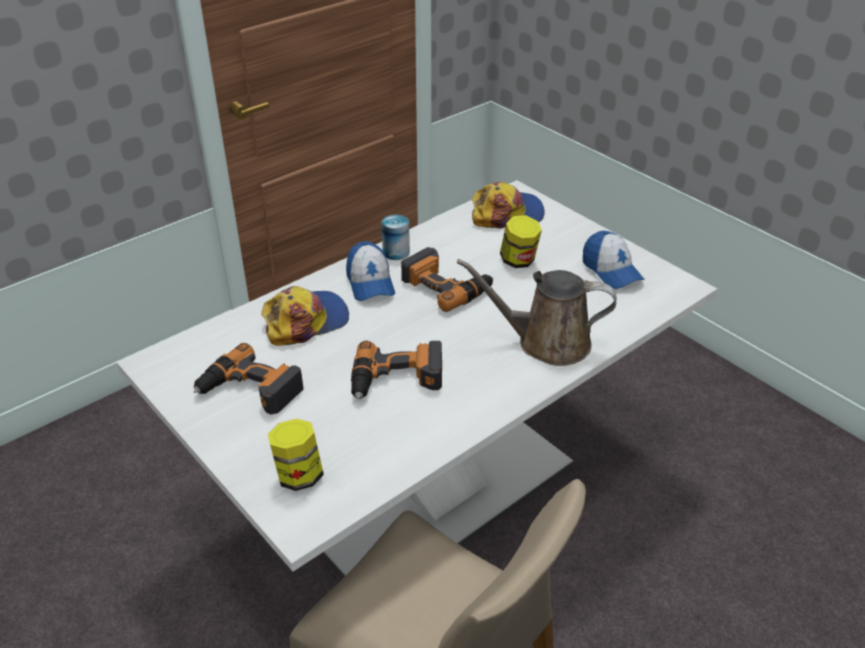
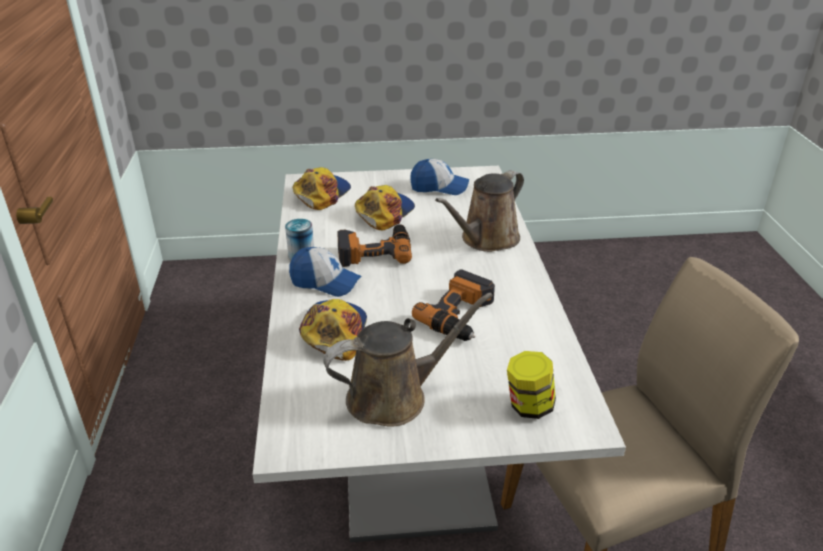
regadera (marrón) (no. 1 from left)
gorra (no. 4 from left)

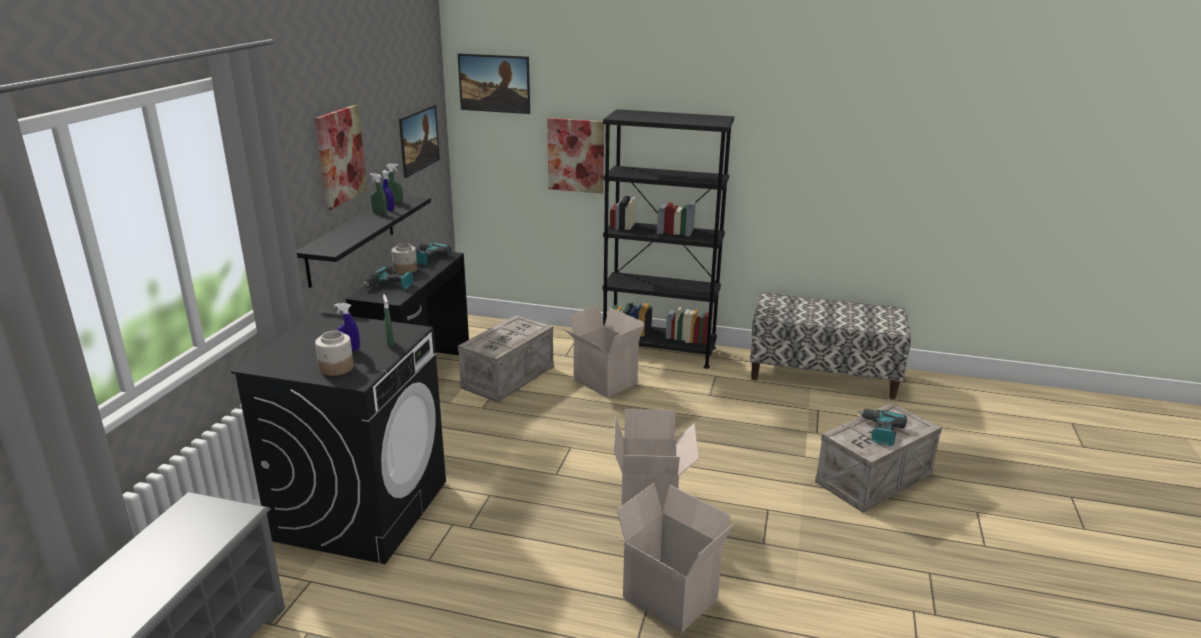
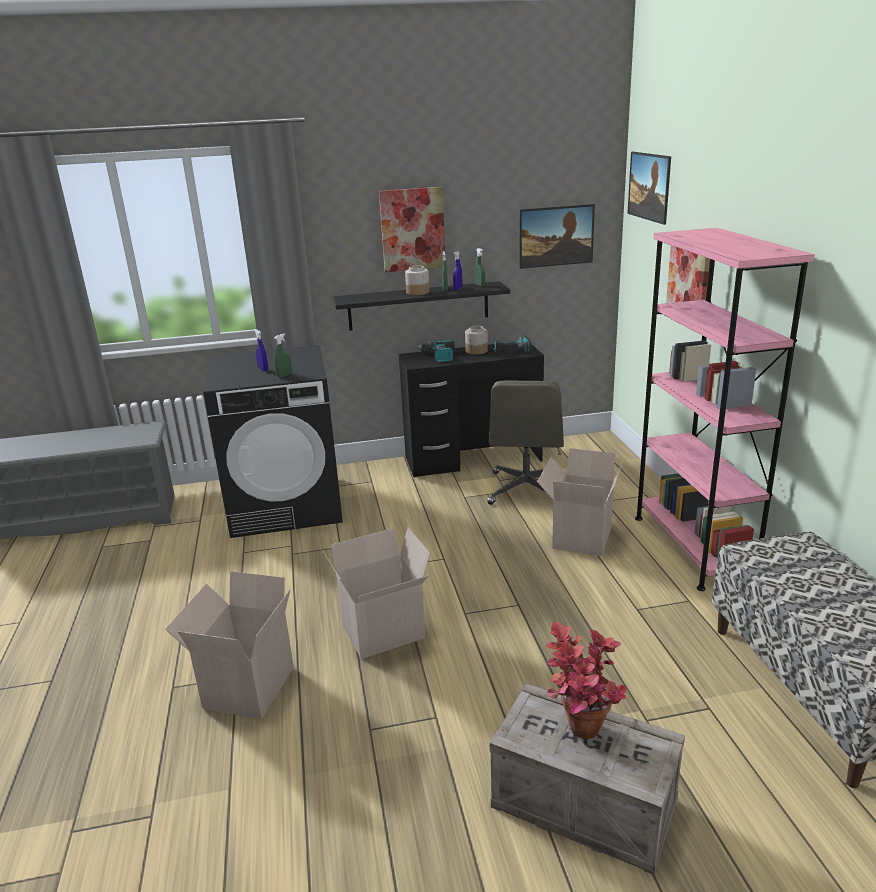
tarro (no. 1 from left)
silla de oficina (gris)
planta en maceta
estantería (rosa)

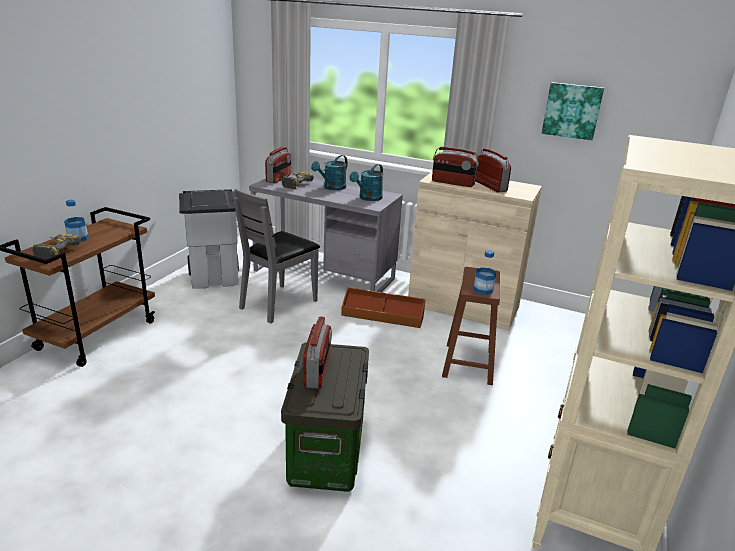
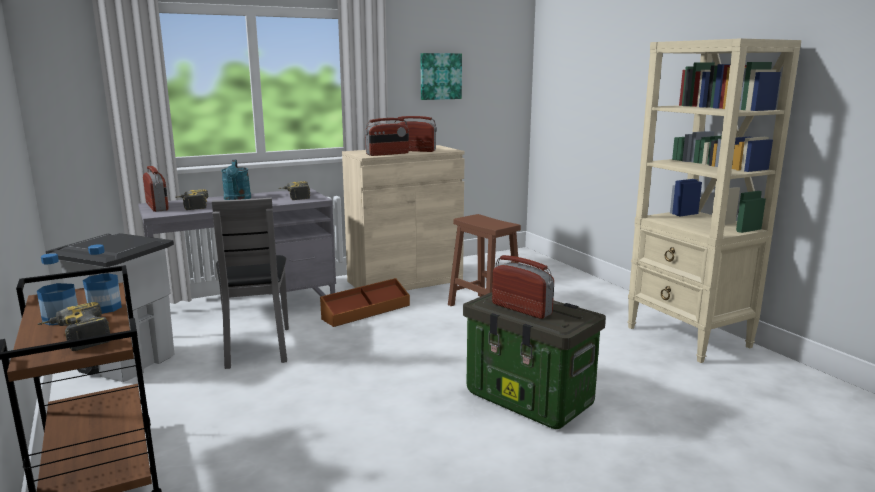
botella (no. 2 from left)
taladro (no. 3 from left)

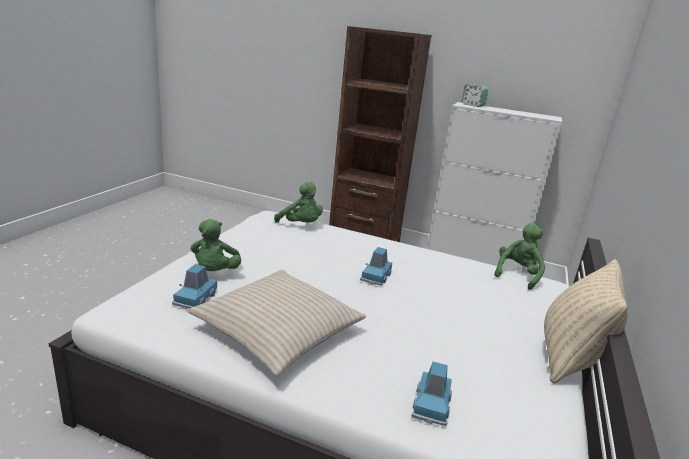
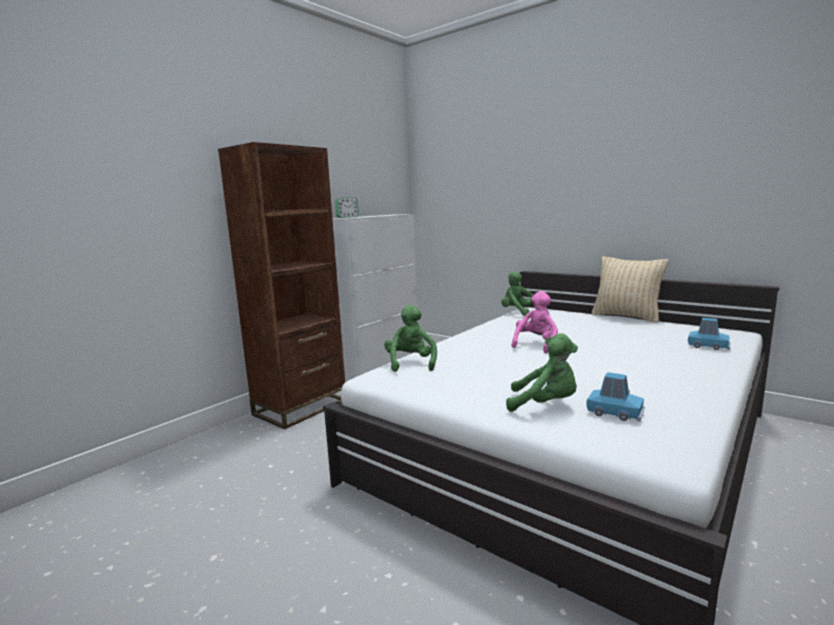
peluche (verde) (no. 1 from left)
peluche (rosa)
cojín (beis) (no. 1 from left in the first image)

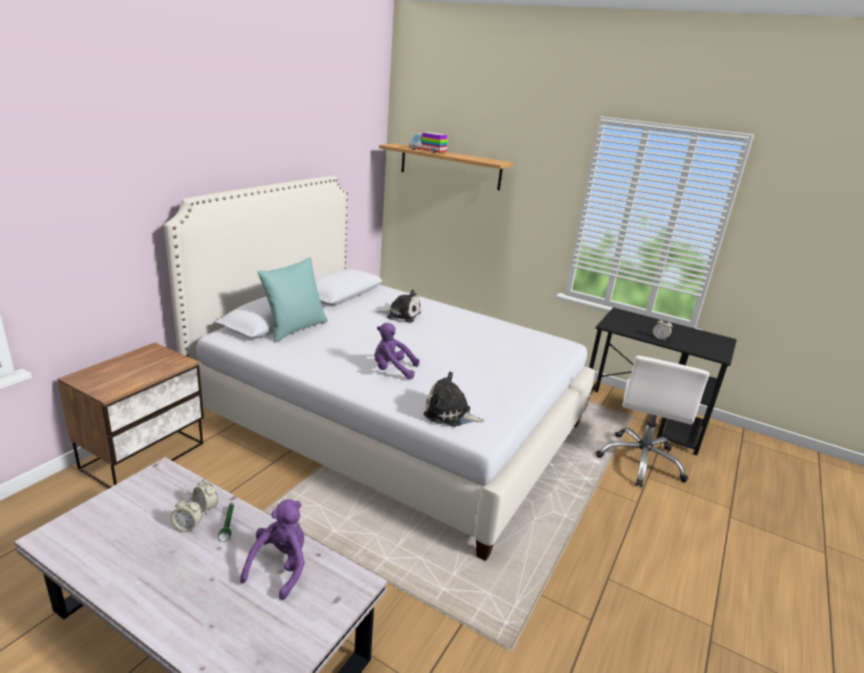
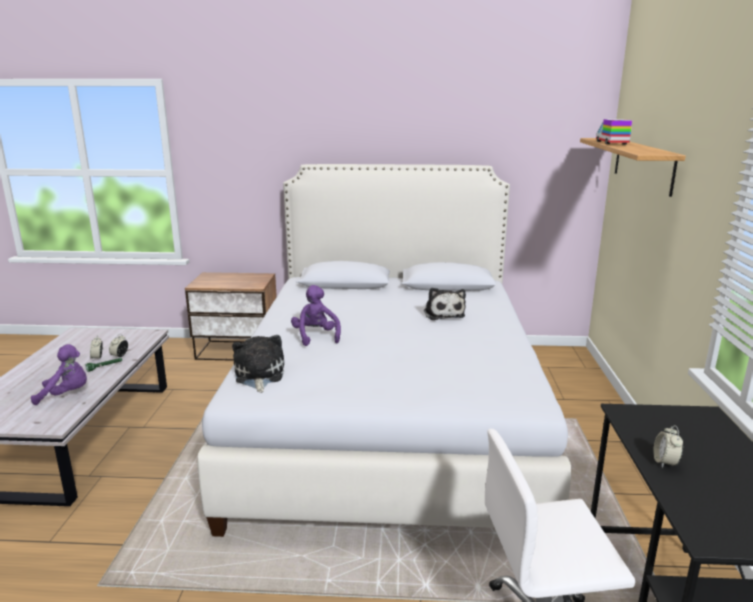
cojín (turquesa)

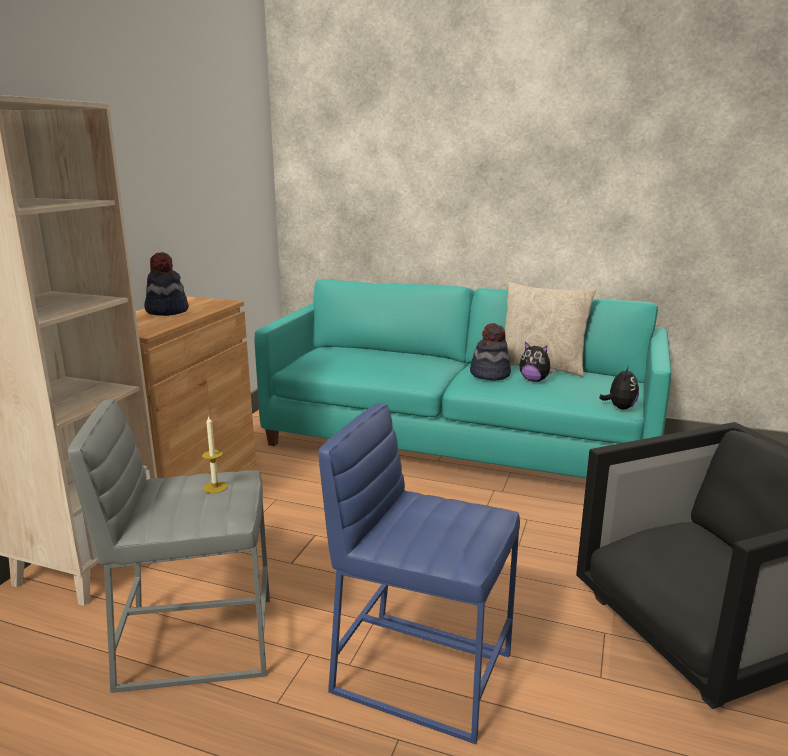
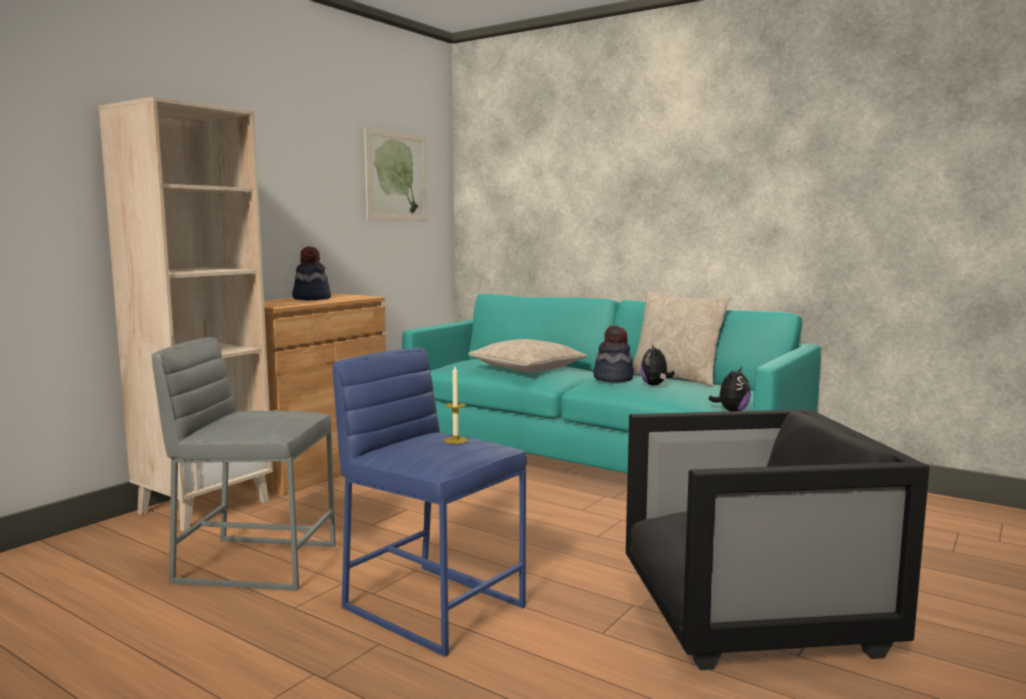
cuadro
vela
cojín (beis) (no. 1 from left)
peluche (no. 1 from left)

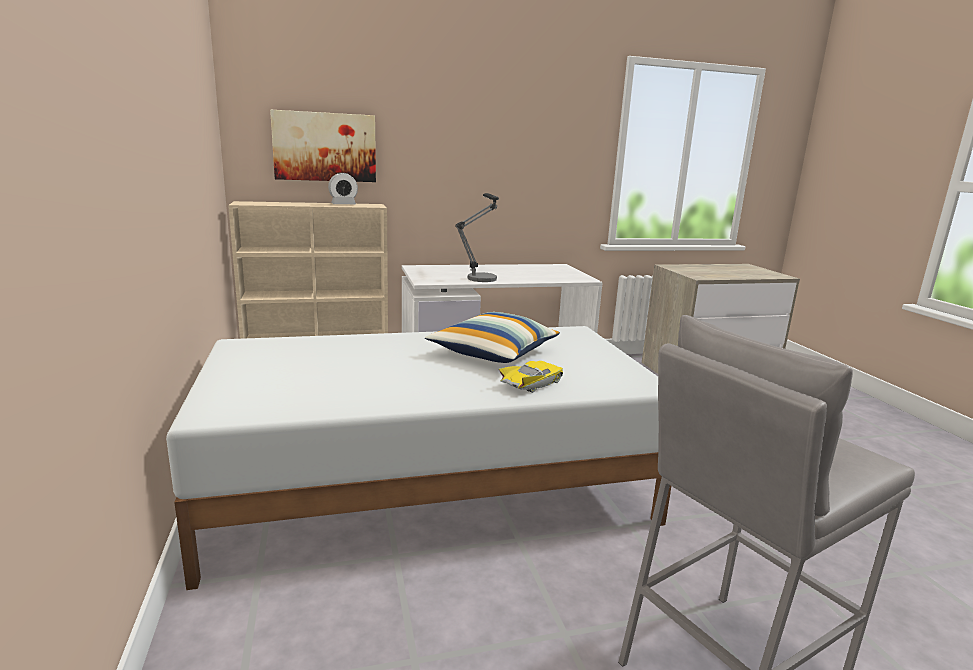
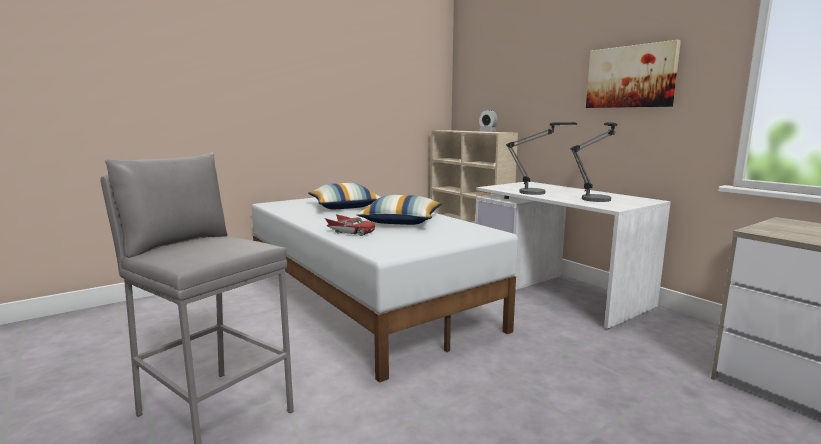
cojín (no. 1 from left)
coche de juguete (rojo)
lámpara de mesa (no. 2 from left)
cuadro

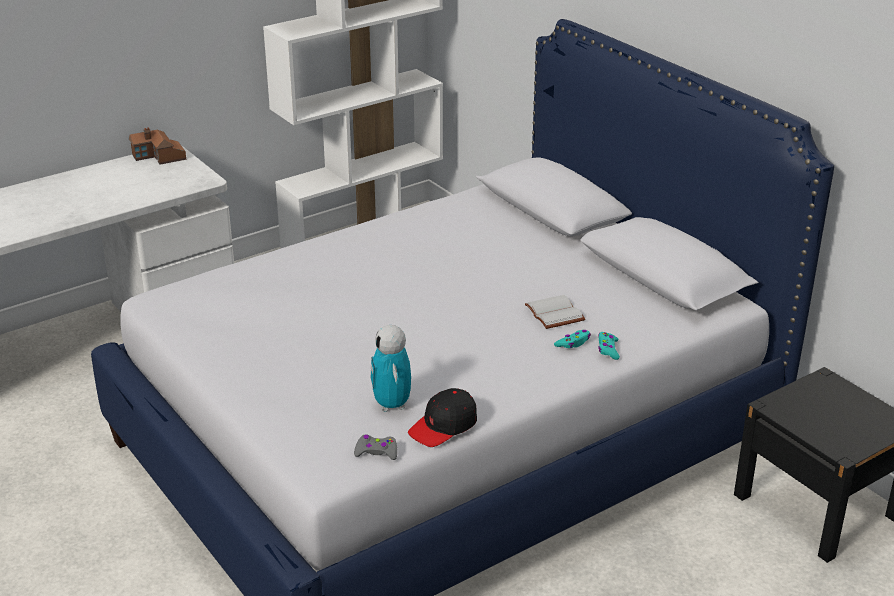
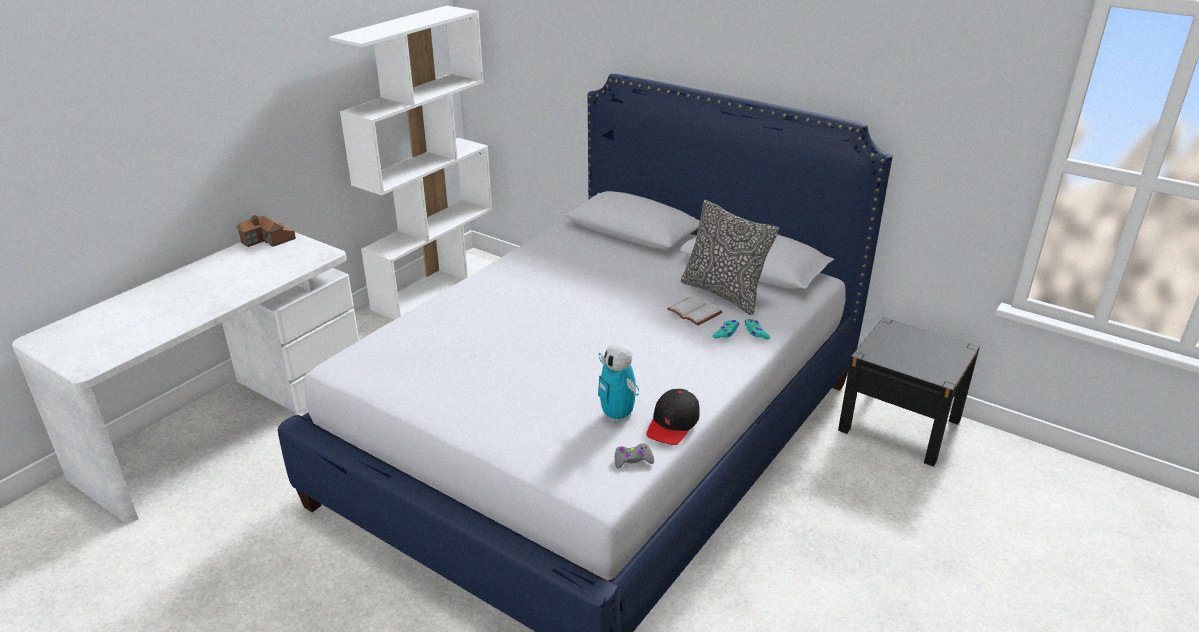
cojín

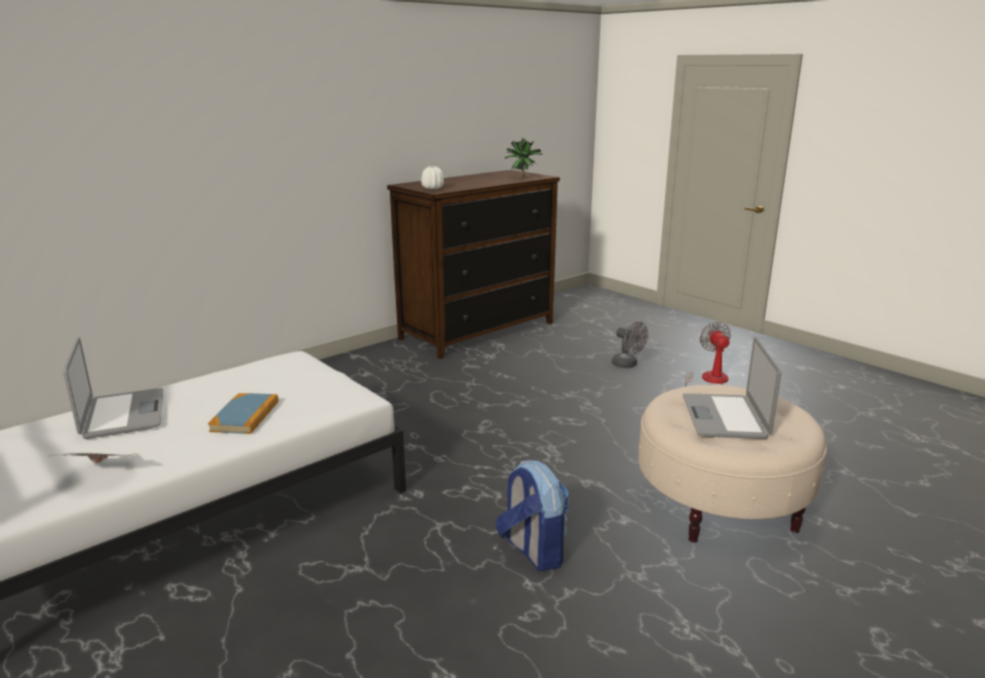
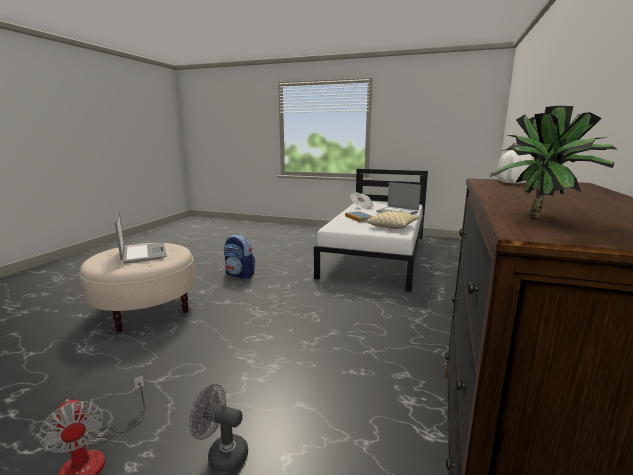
cojín

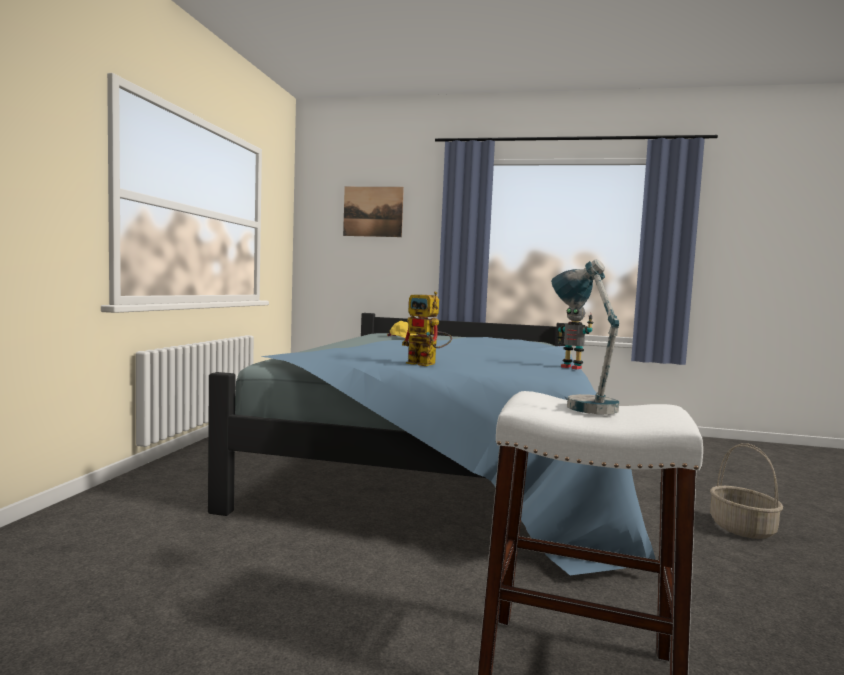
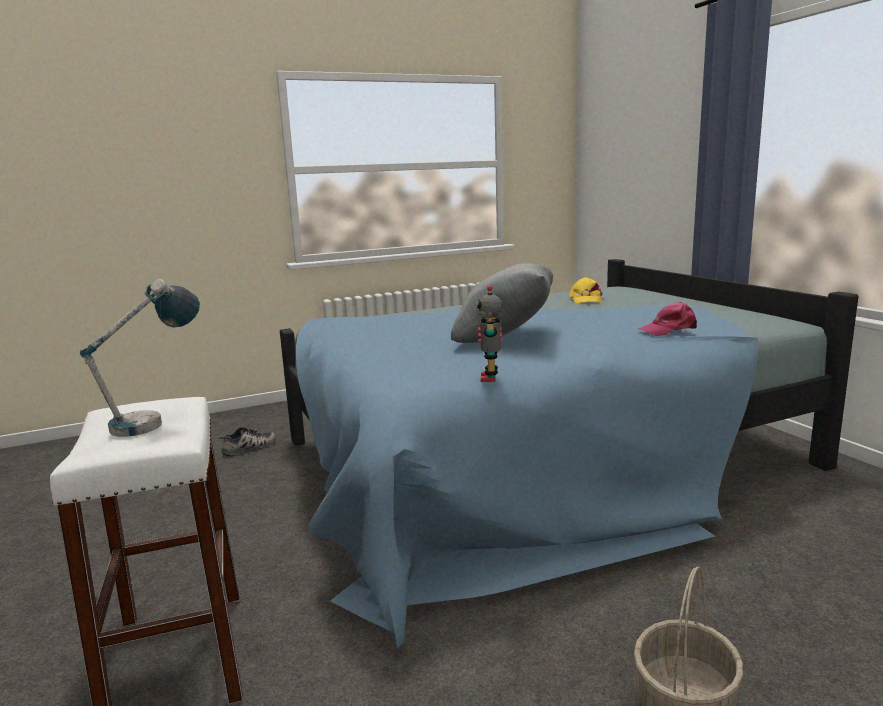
zapato
cojín (gris)
gorra (rosa)
cuadro
robot de juguete (no. 1 from left in the first image)

